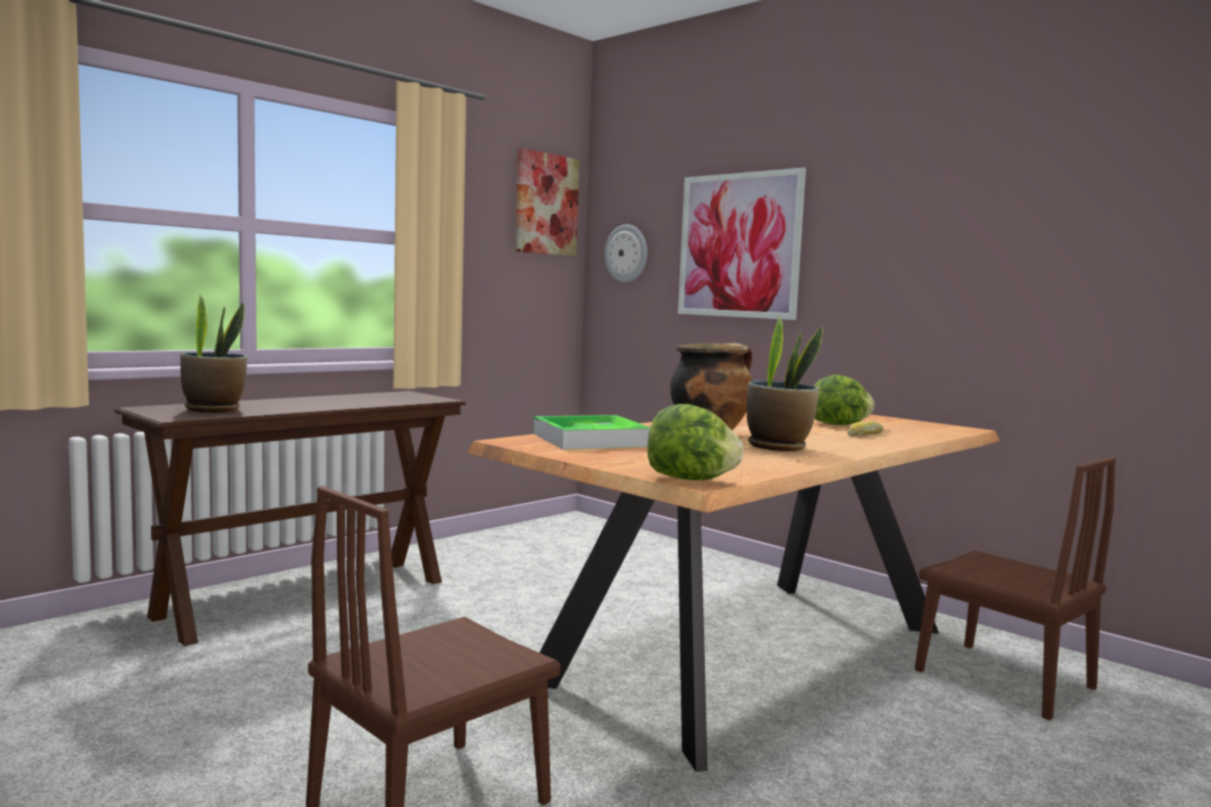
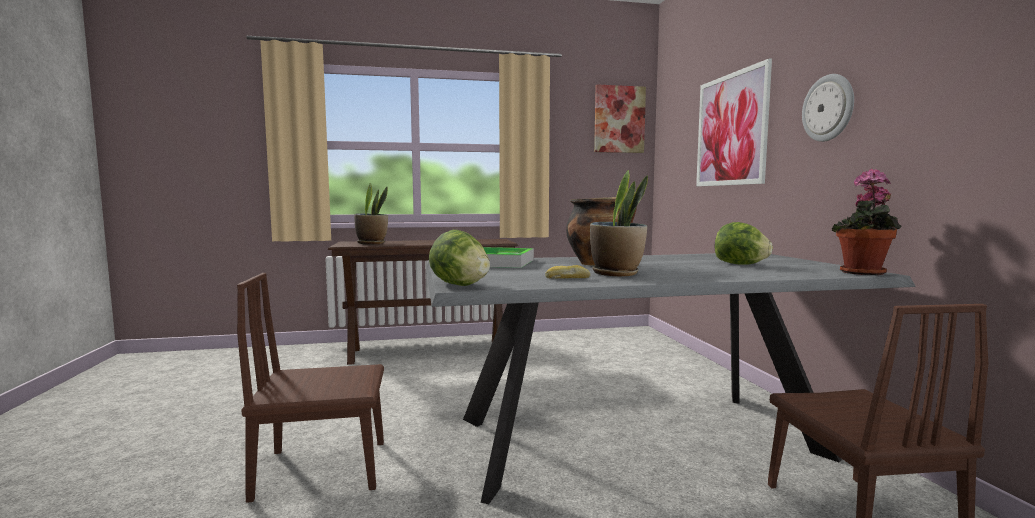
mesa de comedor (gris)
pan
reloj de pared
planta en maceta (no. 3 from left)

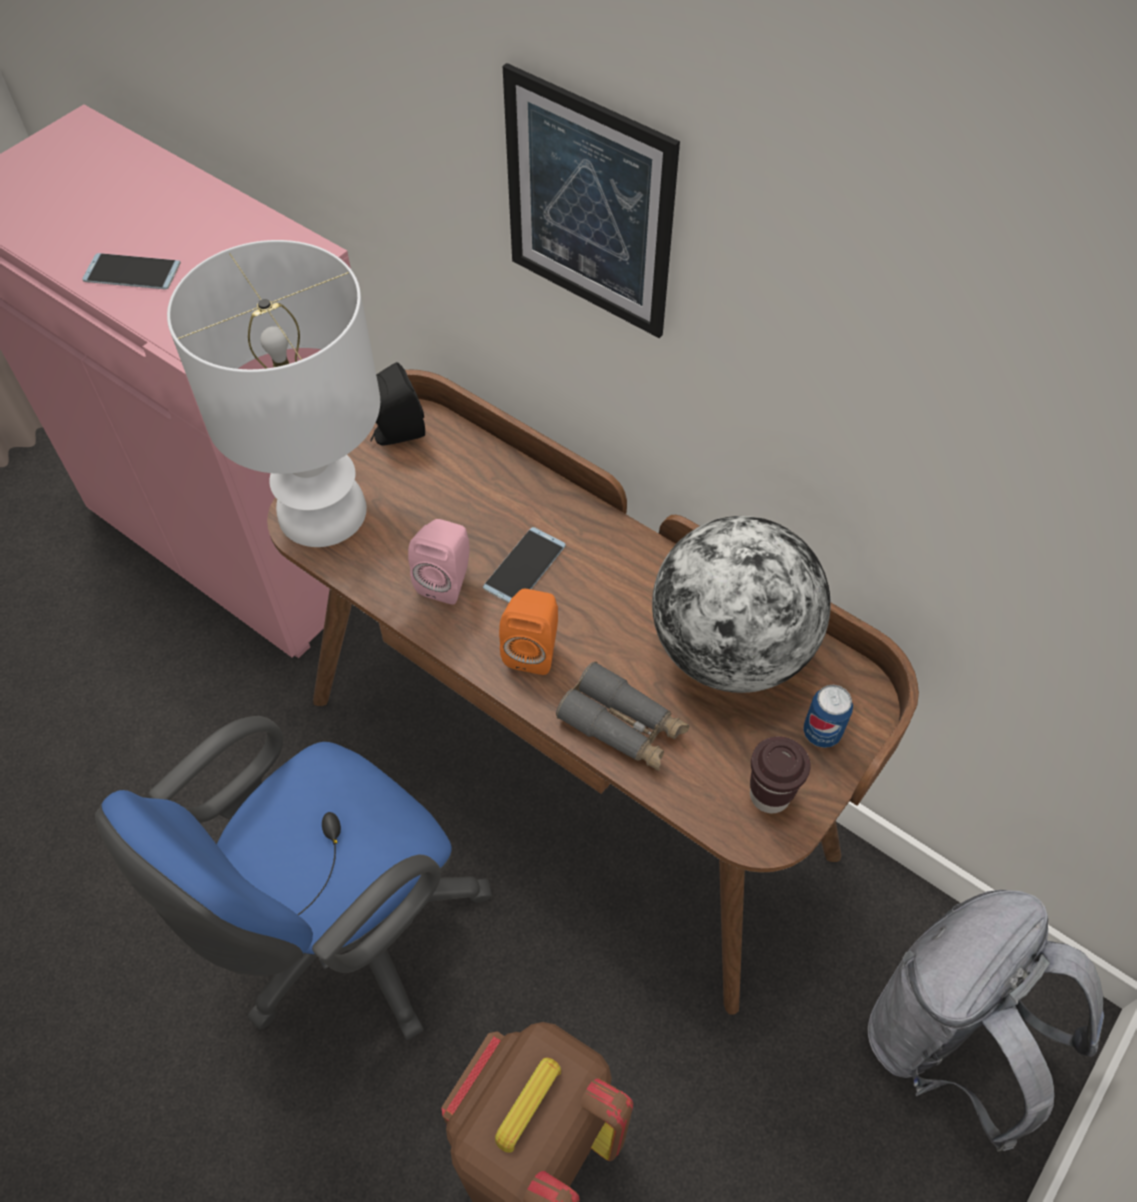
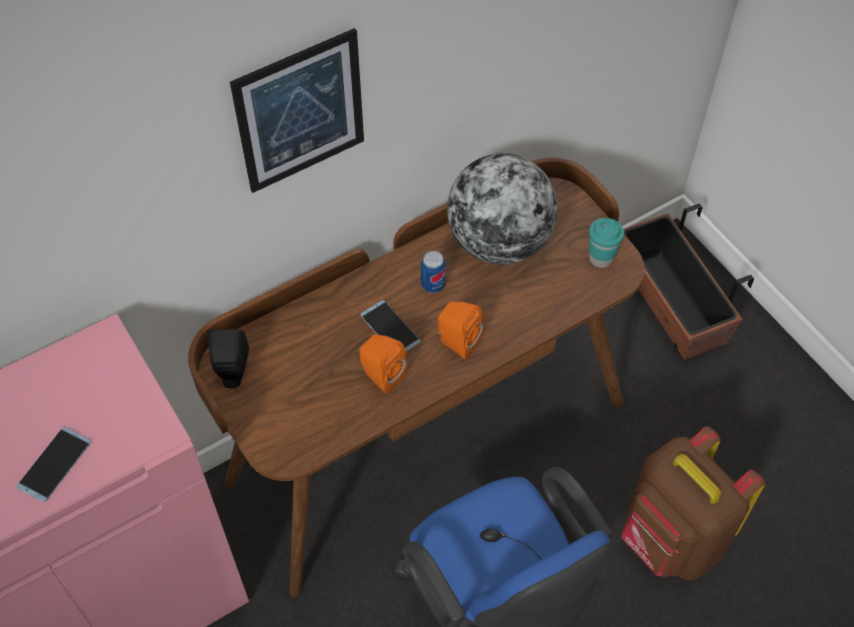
altavoz (naranja) (no. 1 from left)
lata
taza (turquesa)
maceta
lámpara de mesa (blanco)
prismáticos (gris)

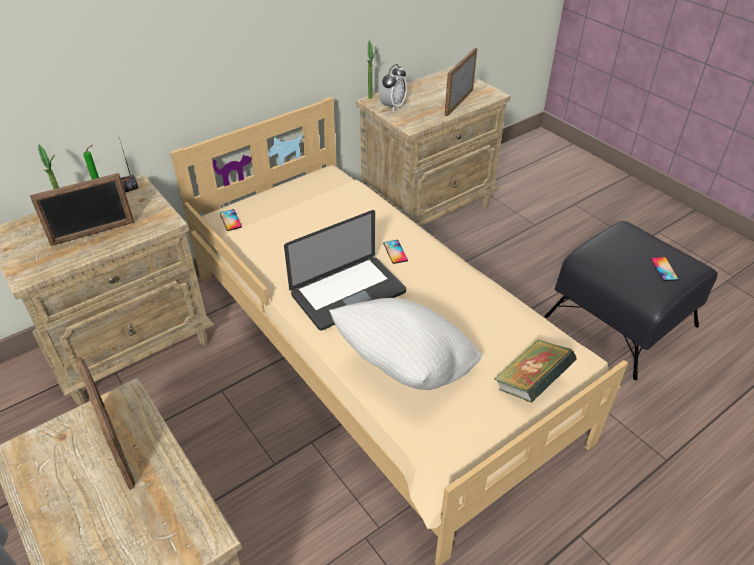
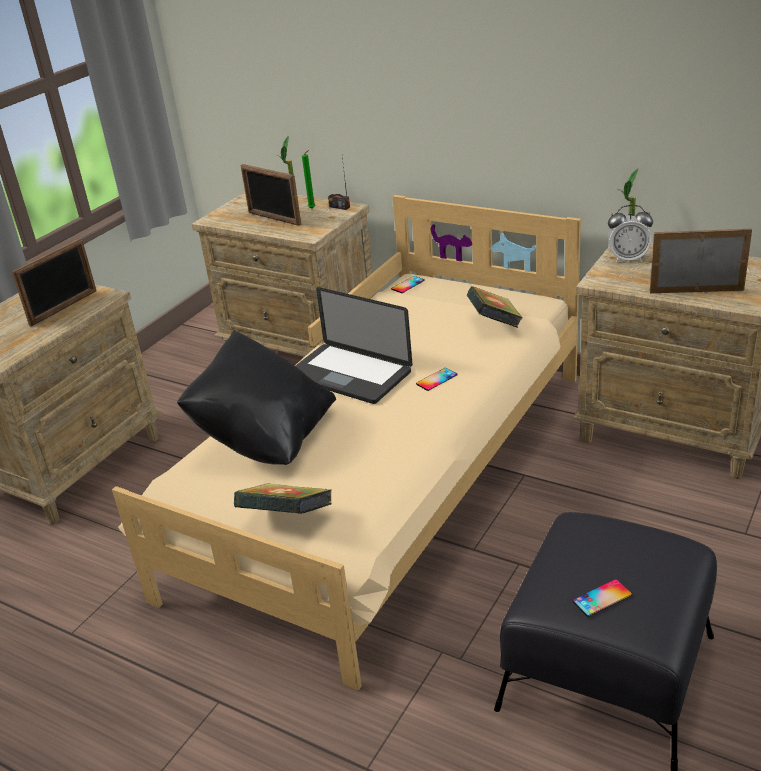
cojín (negro)
libro (no. 2 from left)

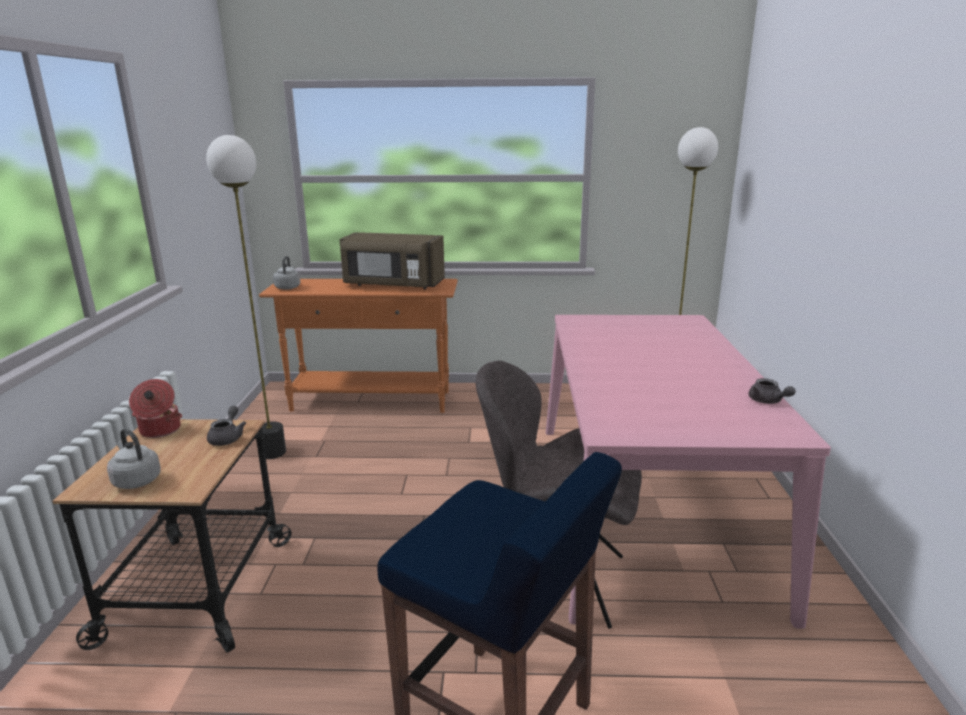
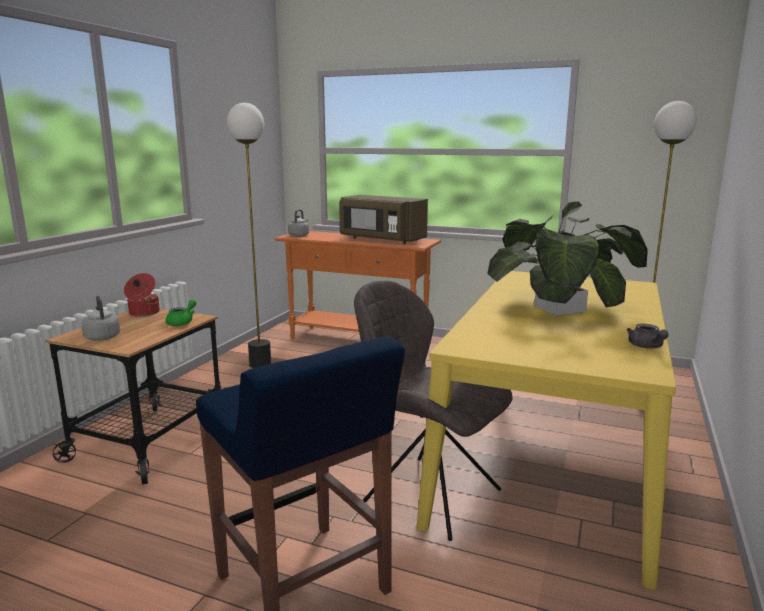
tetera (verde)
mesa de comedor (amarillo)
planta en maceta

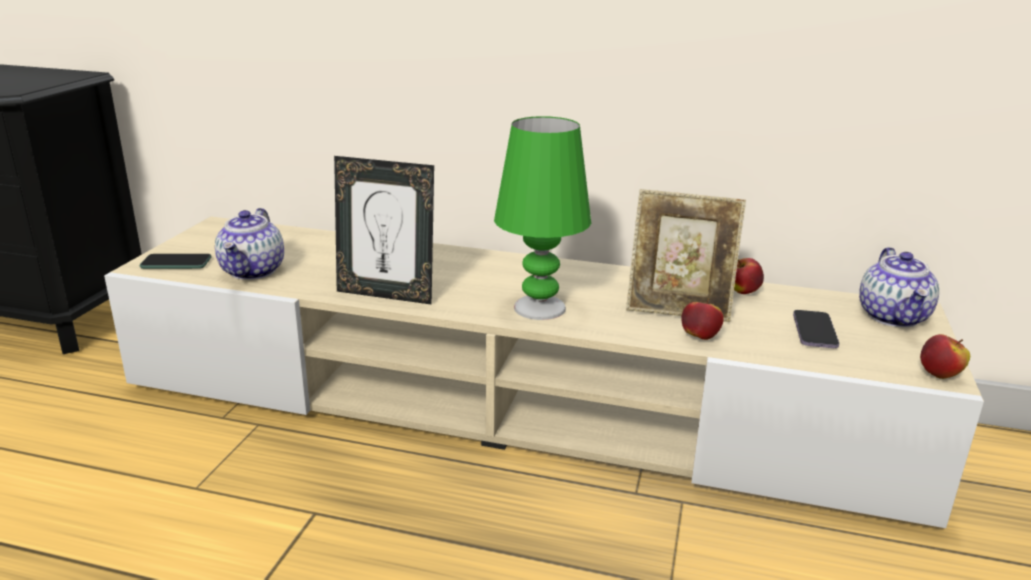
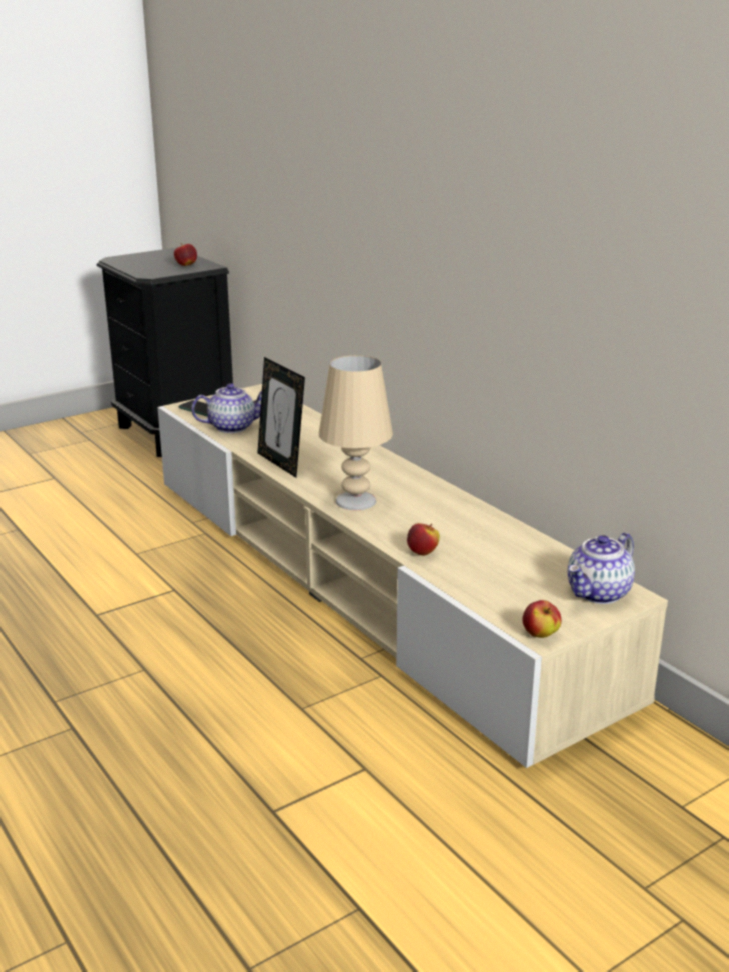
manzana (no. 1 from left)
tetera (no. 1 from left)
lámpara de mesa (beis)
portarretratos (no. 2 from left in the first image)
móvil (no. 2 from left in the first image)

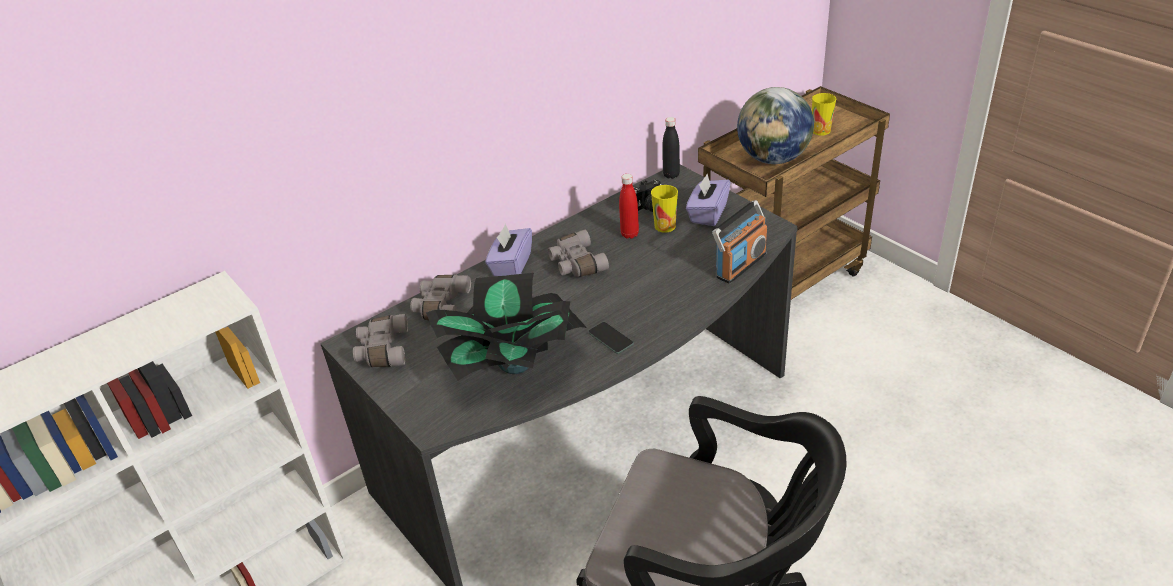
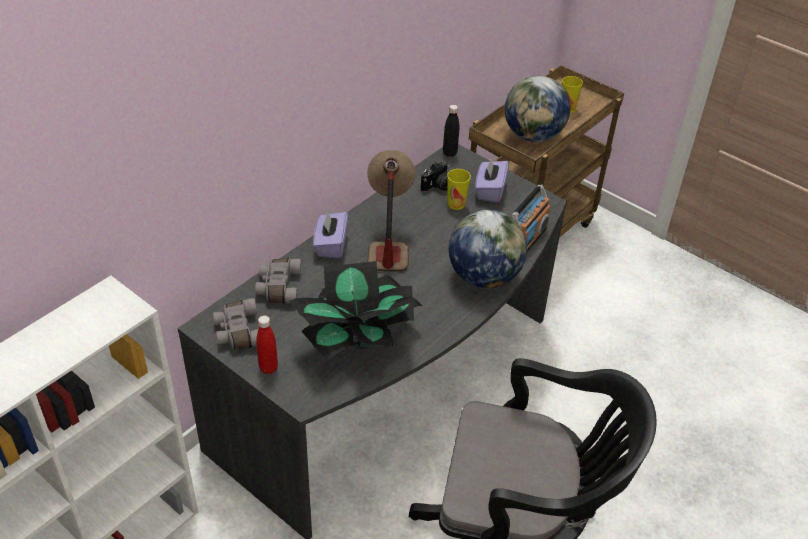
botella (rojo)
lámpara de mesa
globo terráqueo (no. 1 from left)
móvil

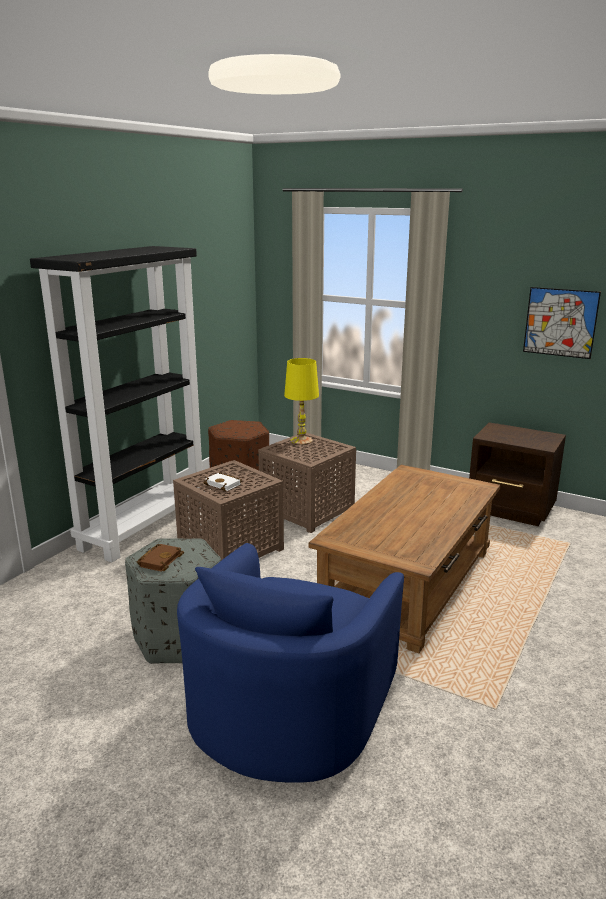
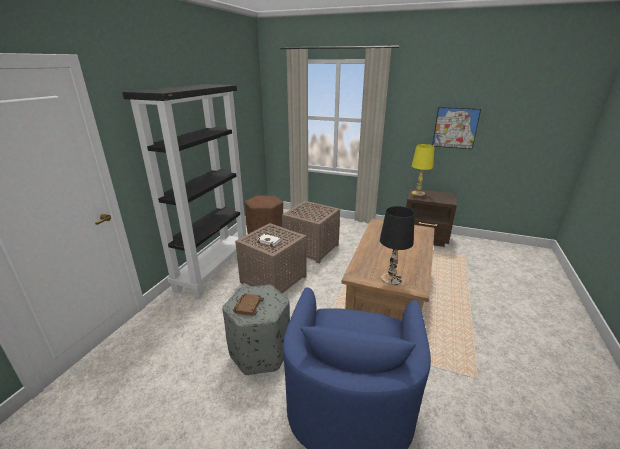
lámpara de mesa (negro)
lámpara de mesa (amarillo)

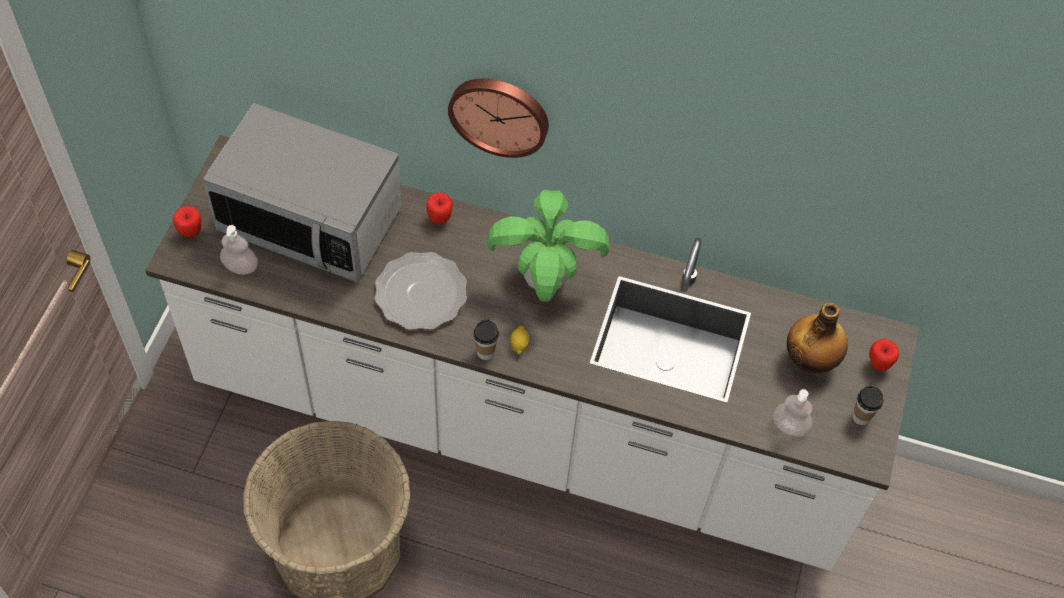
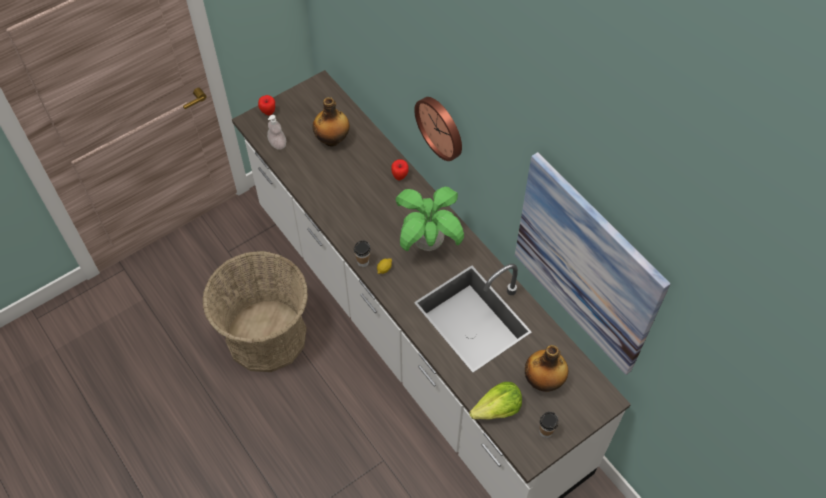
botella (no. 1 from left)
lechuga
cuadro
plato
manzana (no. 3 from left in the first image)

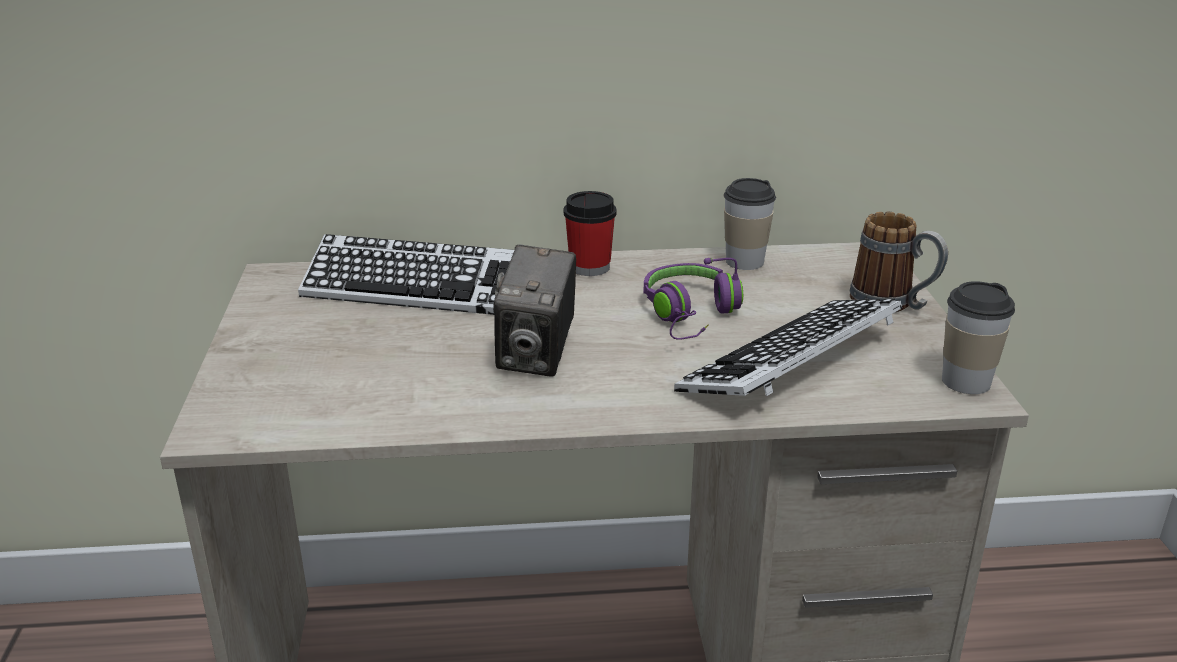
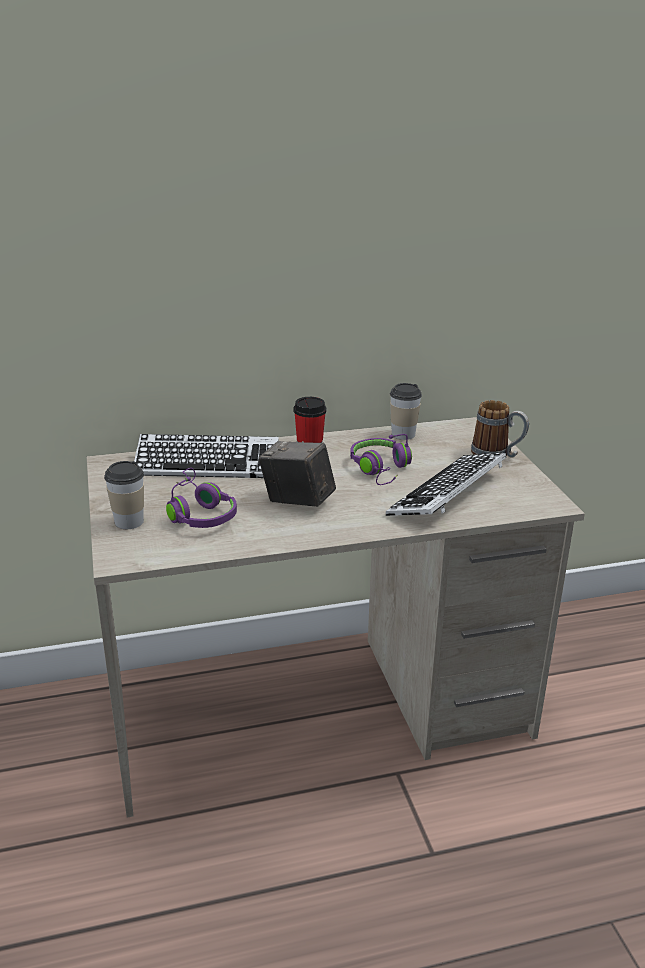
taza (no. 1 from left)
auriculares (morado) (no. 1 from left)
cámara

